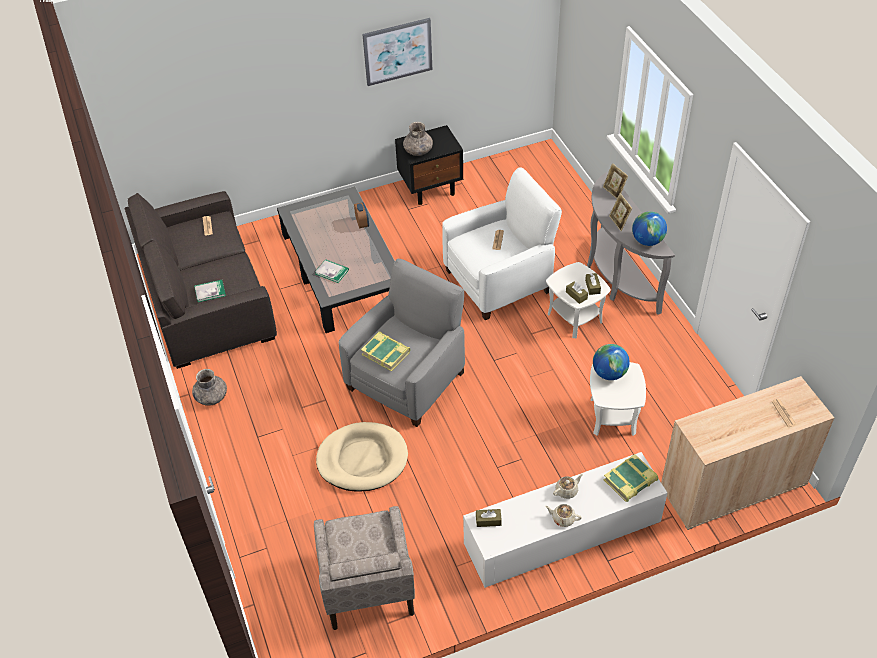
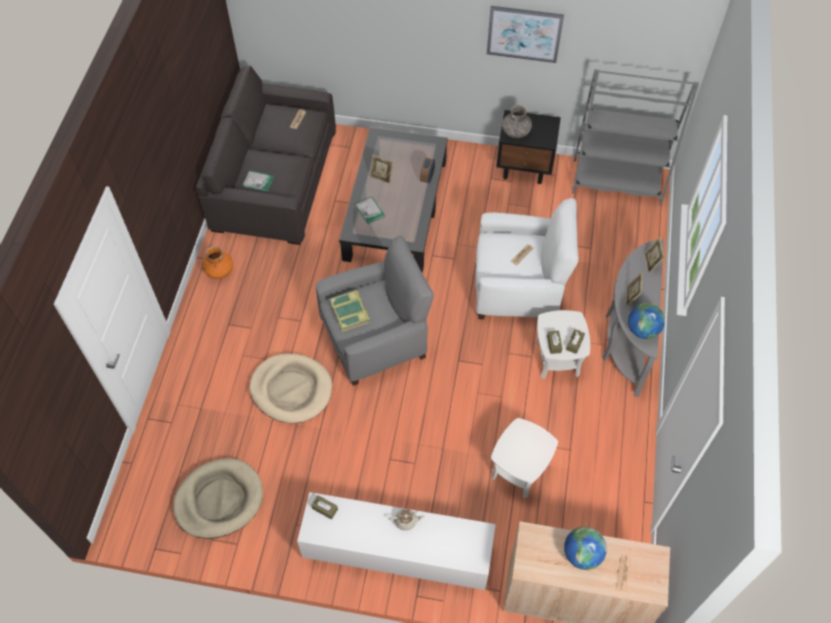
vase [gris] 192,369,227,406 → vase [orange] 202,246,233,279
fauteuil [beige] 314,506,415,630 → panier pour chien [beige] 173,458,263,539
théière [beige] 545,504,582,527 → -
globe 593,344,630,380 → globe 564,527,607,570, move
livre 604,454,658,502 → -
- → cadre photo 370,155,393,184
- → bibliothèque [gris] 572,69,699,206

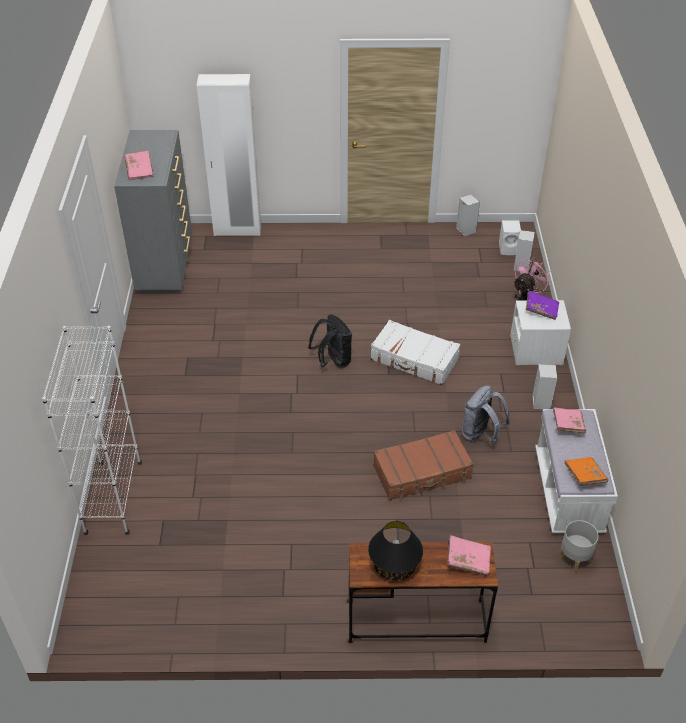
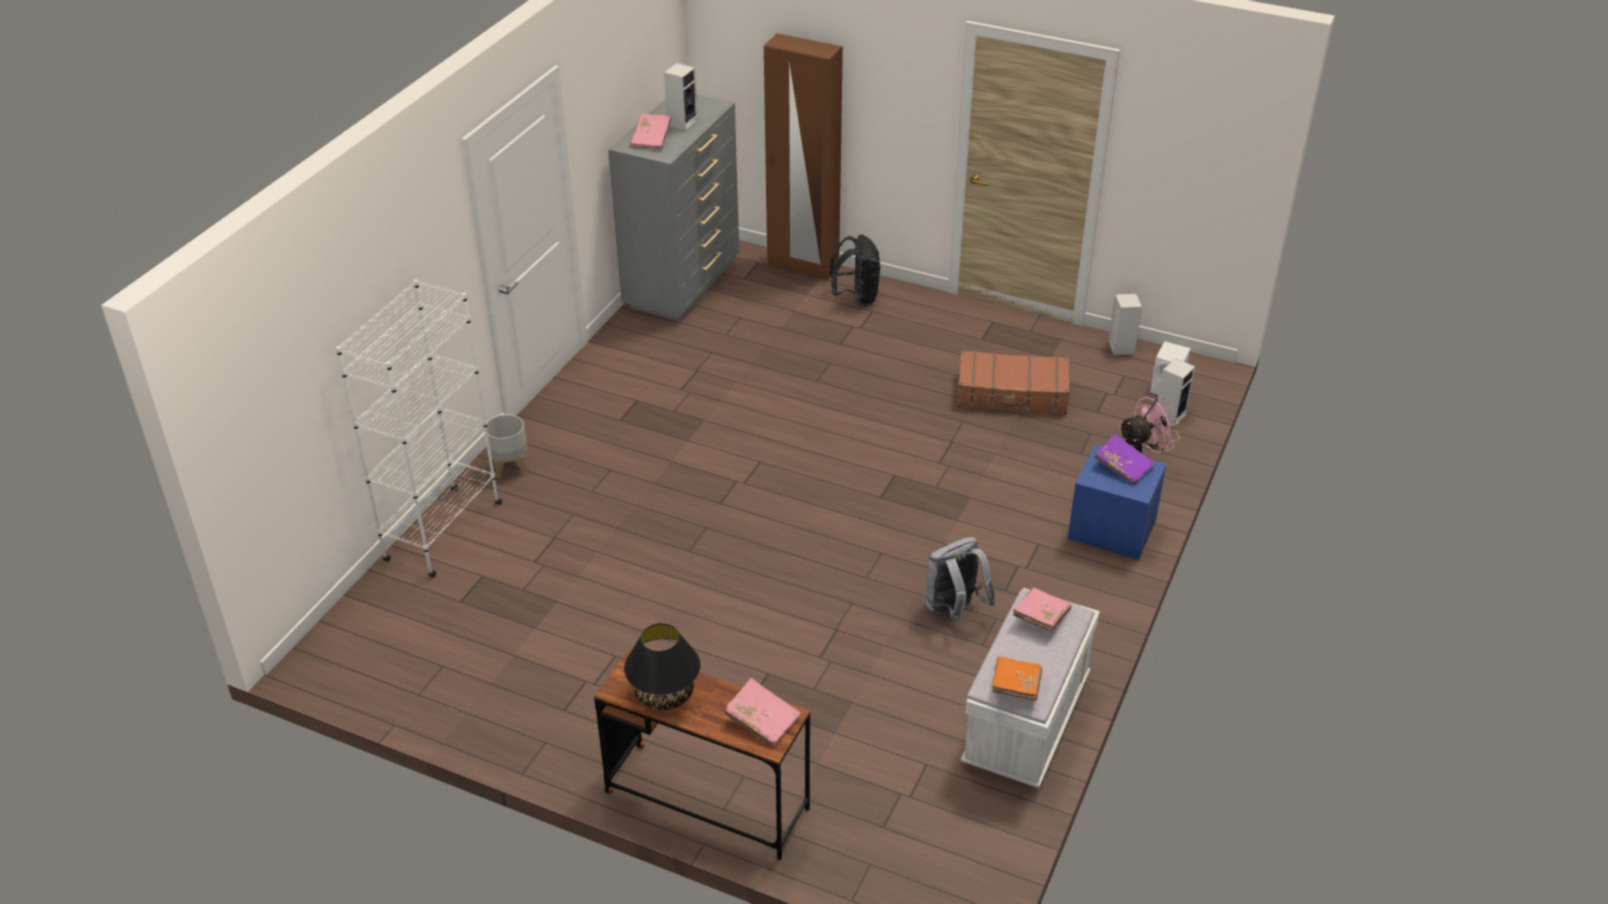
armoire [blanc] 197,74,261,236 → armoire [marron] 764,33,843,280
sac à dos [noir] 308,315,352,368 → sac à dos [noir] 830,235,880,307, move
valise [blanc] 371,320,460,385 → -
valise [marron] 373,430,474,501 → valise [marron] 957,350,1070,415, move
table de chevet [blanc] 510,300,571,366 → table de chevet [bleu] 1068,445,1166,560
enceinte 532,364,557,409 → enceinte 664,63,698,131, move
cache-pot [gris] 558,520,599,573 → cache-pot [gris] 487,414,527,479, move

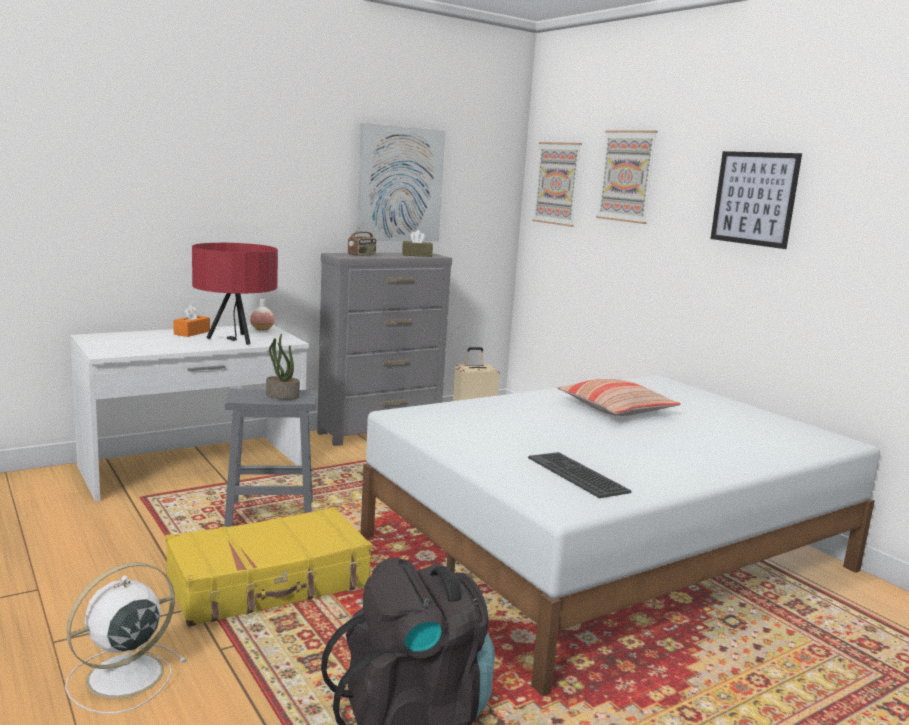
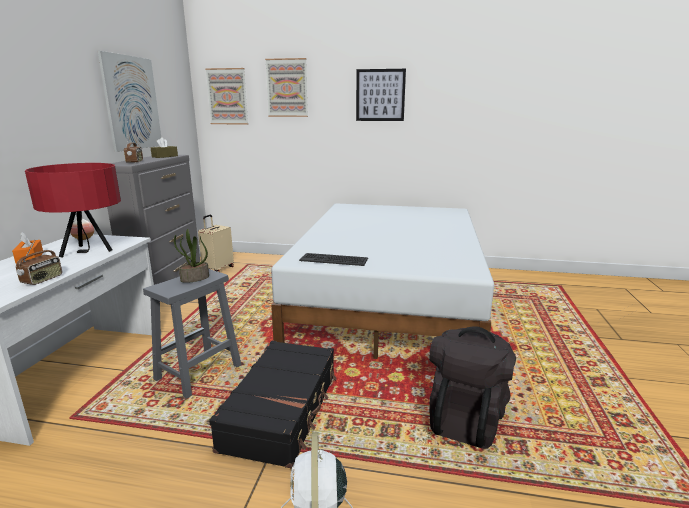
valise [jaune] 165,507,372,627 → valise [noir] 209,341,337,468
clavier 528,452,631,498 → clavier 299,253,368,266, move
coussin 557,379,681,416 → -
- → radio 16,240,62,285

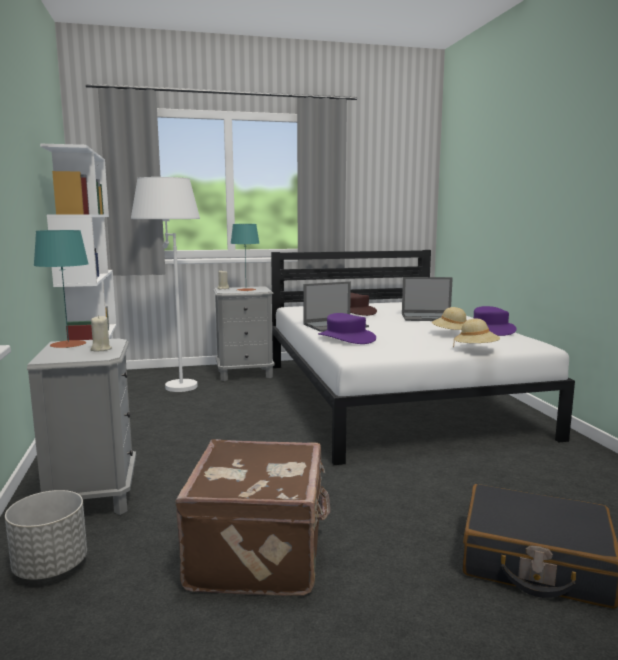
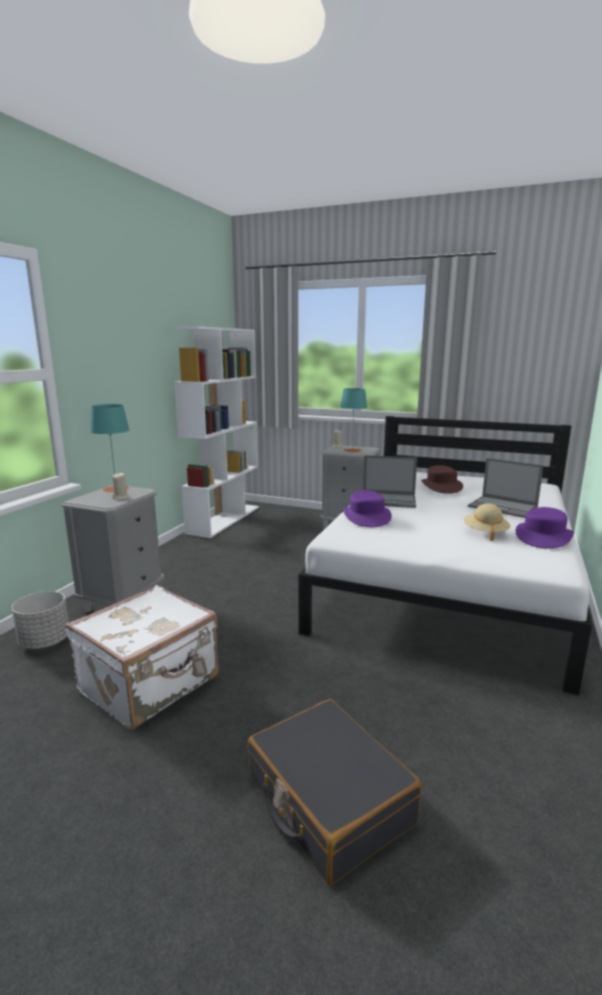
lampadaire [blanc] 131,177,200,392 → -
valise [marron] 175,439,331,596 → valise [blanc] 65,585,219,730
chapeau [beige] 453,319,500,348 → -

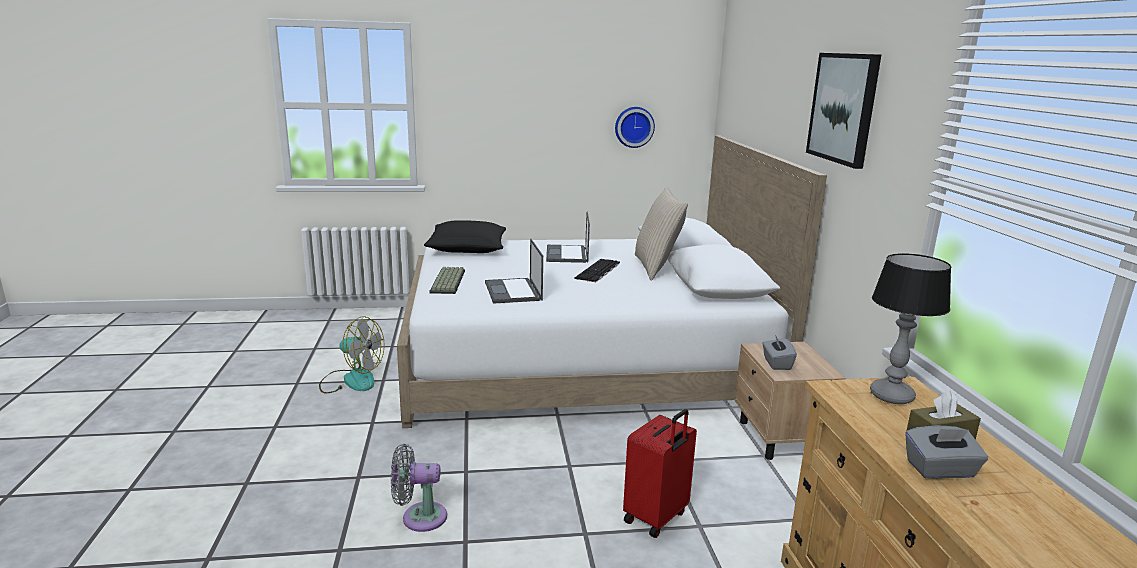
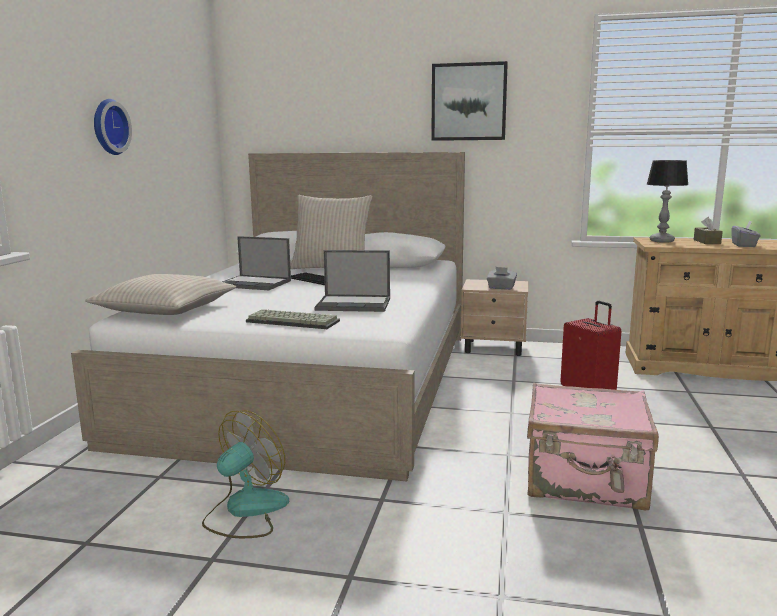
ventilateur [gris] 391,444,447,532 → valise [rose] 527,383,659,510
coussin [noir] 424,220,506,253 → coussin [beige] 85,274,236,315
horloge murale 615,107,655,148 → horloge murale 94,99,132,155, move

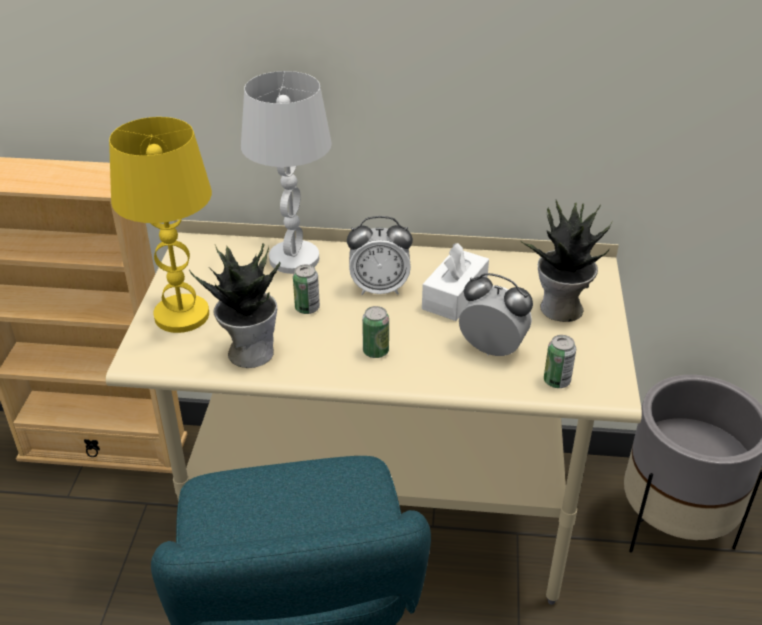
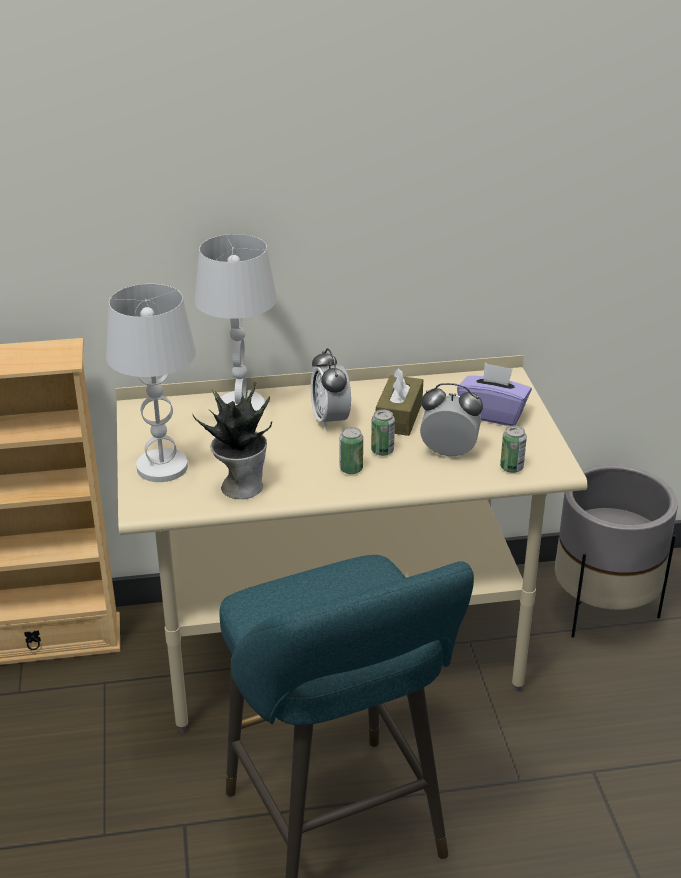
lampe de table [jaune] 109,117,212,333 → lampe de table [blanc] 106,284,196,482
boîte métallique 293,264,320,314 → boîte métallique 371,409,395,456, move
réveil 347,216,413,295 → réveil 311,348,351,430, 90 degrees clockwise
boîte à mouchoirs [blanc] 422,243,489,321 → boîte à mouchoirs [marron] 376,368,423,436
plante en pot 520,200,611,322 → boîte à mouchoirs [violet] 457,363,532,426

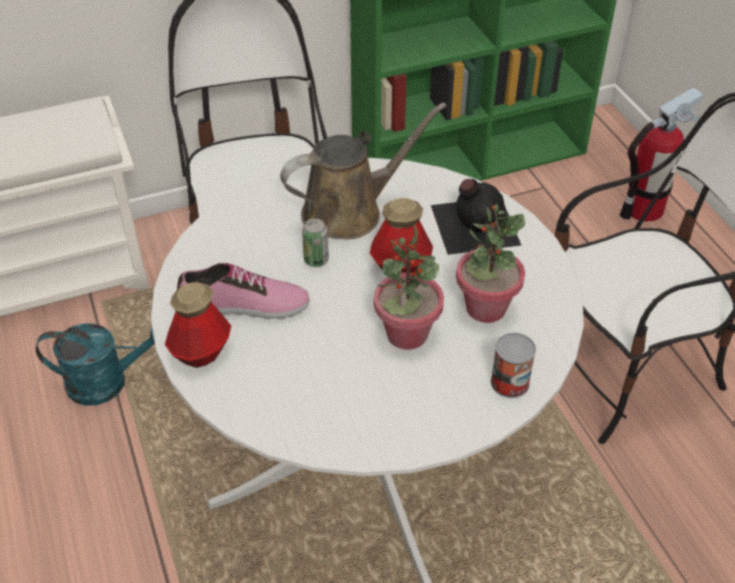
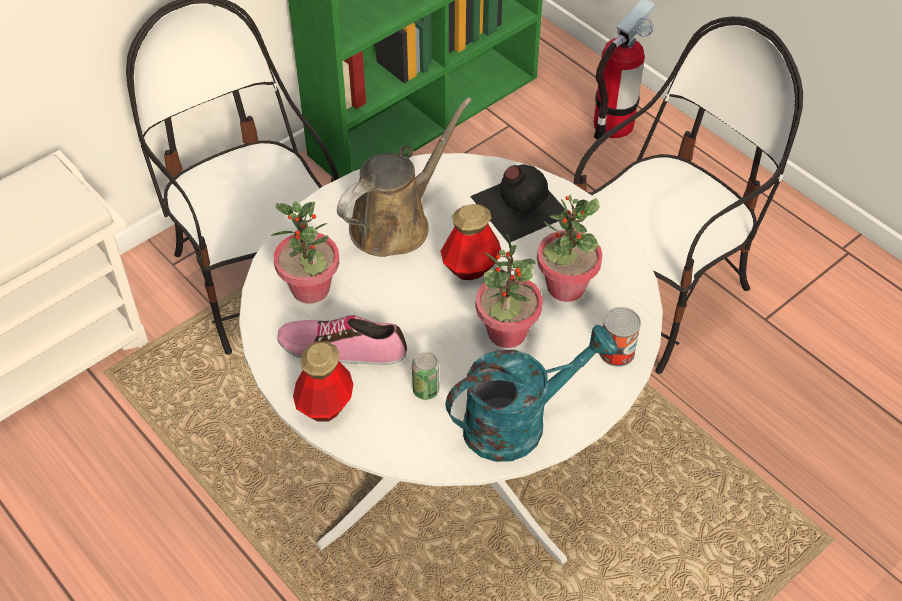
arrosoir [turquoise] 36,323,155,406 → arrosoir [turquoise] 446,325,618,462, move
chaussure 177,263,310,319 → chaussure 278,315,407,365, 150 degrees counterclockwise
boîte métallique 302,218,329,267 → boîte métallique 412,352,439,400, move
- → plante en pot 270,201,339,304

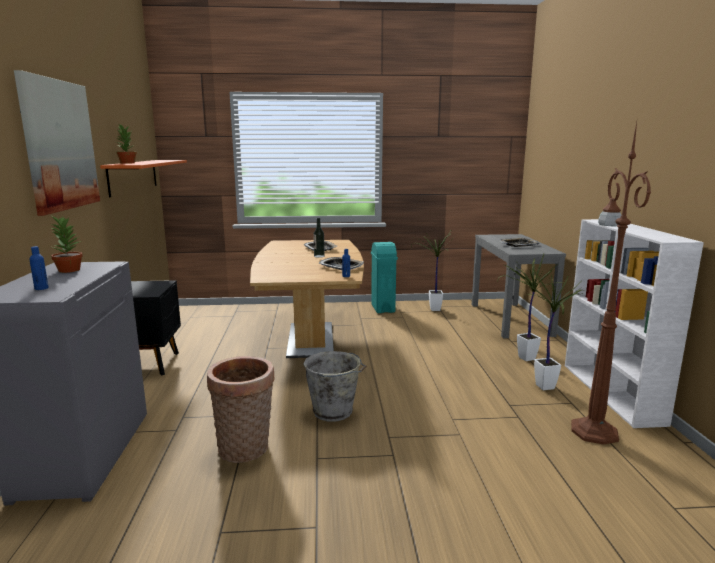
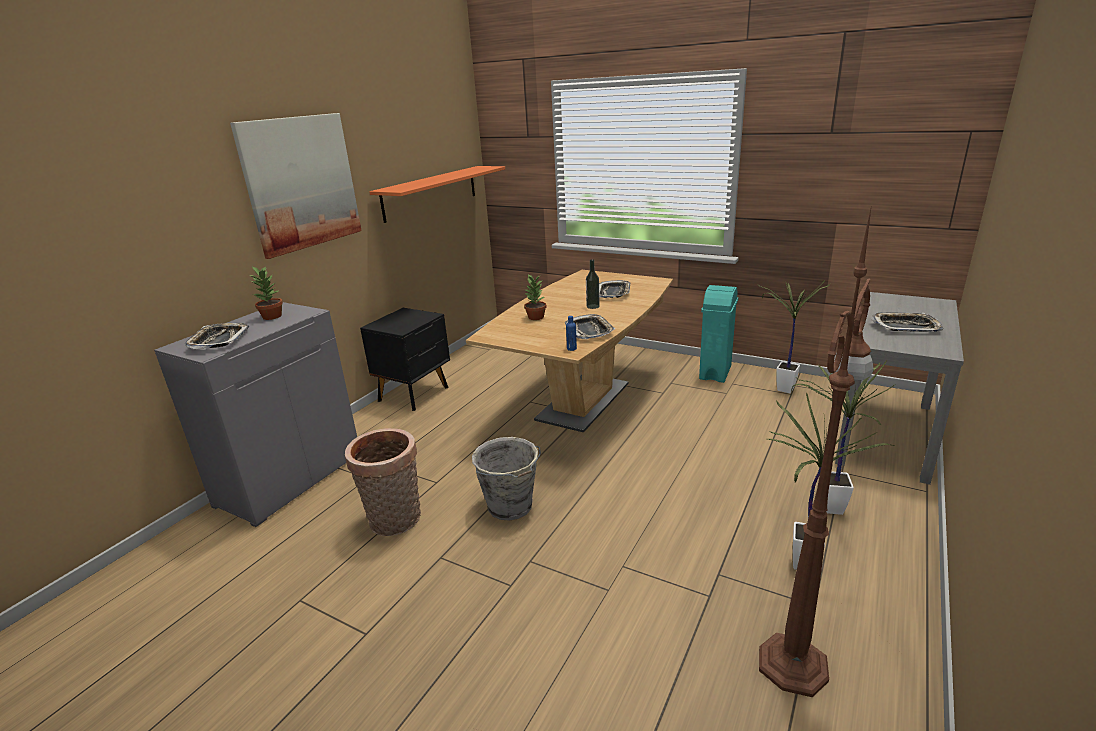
bouteille [bleu] 29,246,49,290 → plateau 185,323,249,350
plante en pot 116,124,137,164 → plante en pot 524,274,546,320, move
bibliothèque [blanc] 565,219,704,428 → -

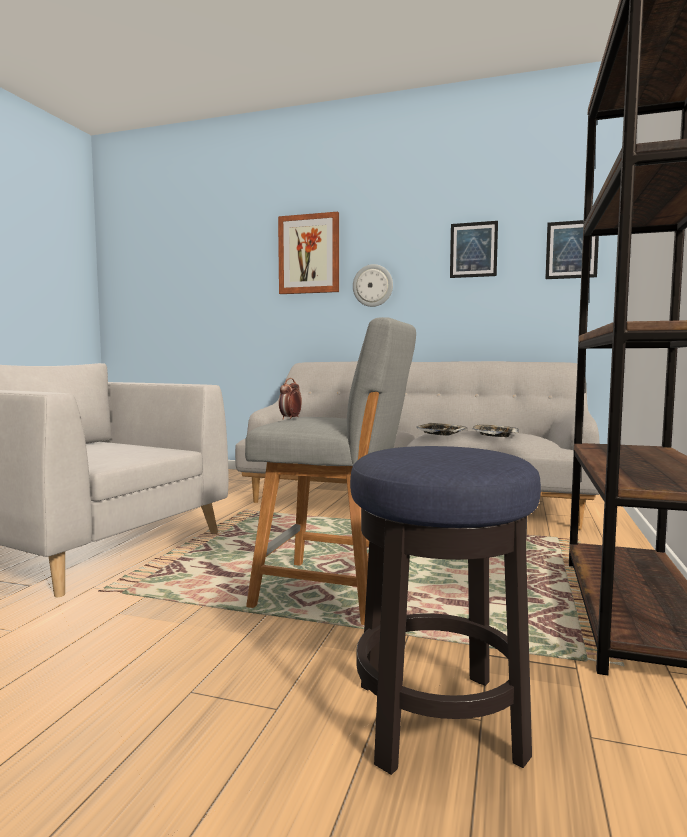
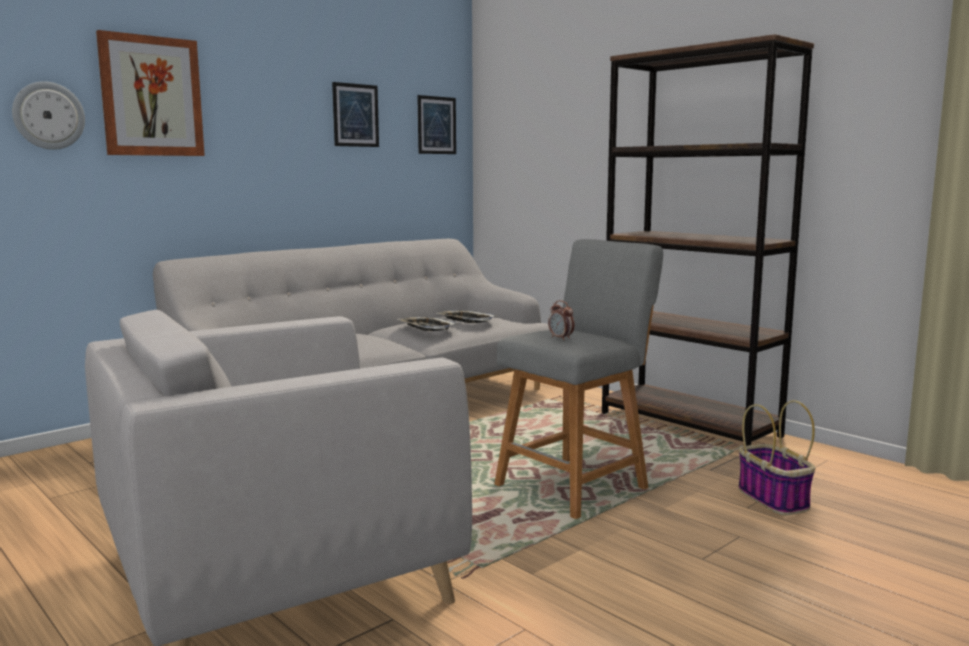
tabouret 350,446,541,775 → panier 738,400,816,515
horloge murale 353,264,393,307 → horloge murale 12,81,85,150, move

